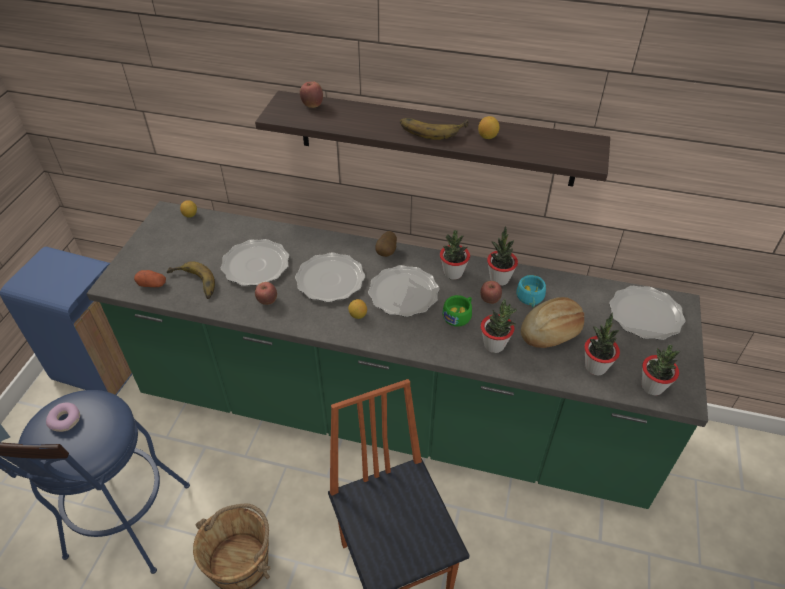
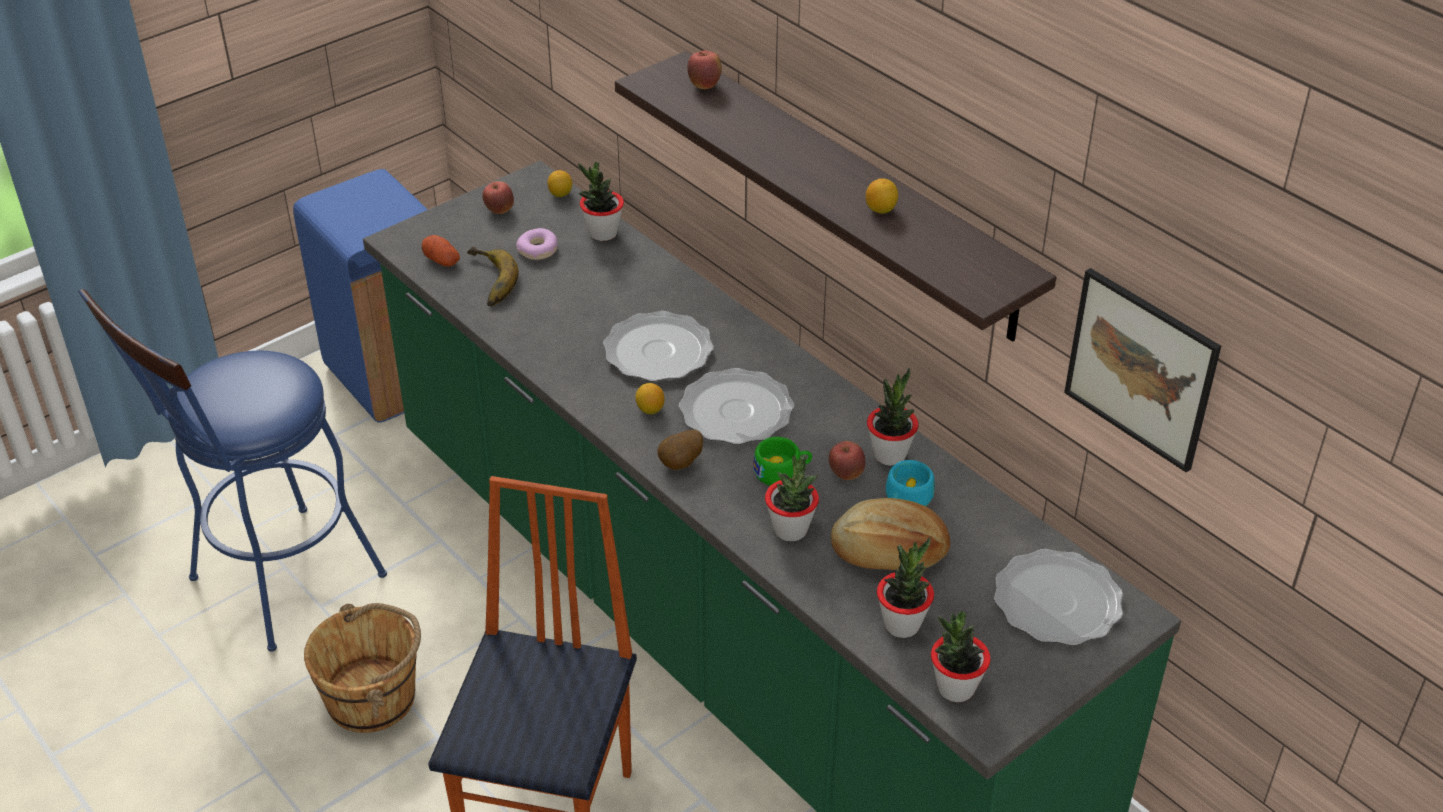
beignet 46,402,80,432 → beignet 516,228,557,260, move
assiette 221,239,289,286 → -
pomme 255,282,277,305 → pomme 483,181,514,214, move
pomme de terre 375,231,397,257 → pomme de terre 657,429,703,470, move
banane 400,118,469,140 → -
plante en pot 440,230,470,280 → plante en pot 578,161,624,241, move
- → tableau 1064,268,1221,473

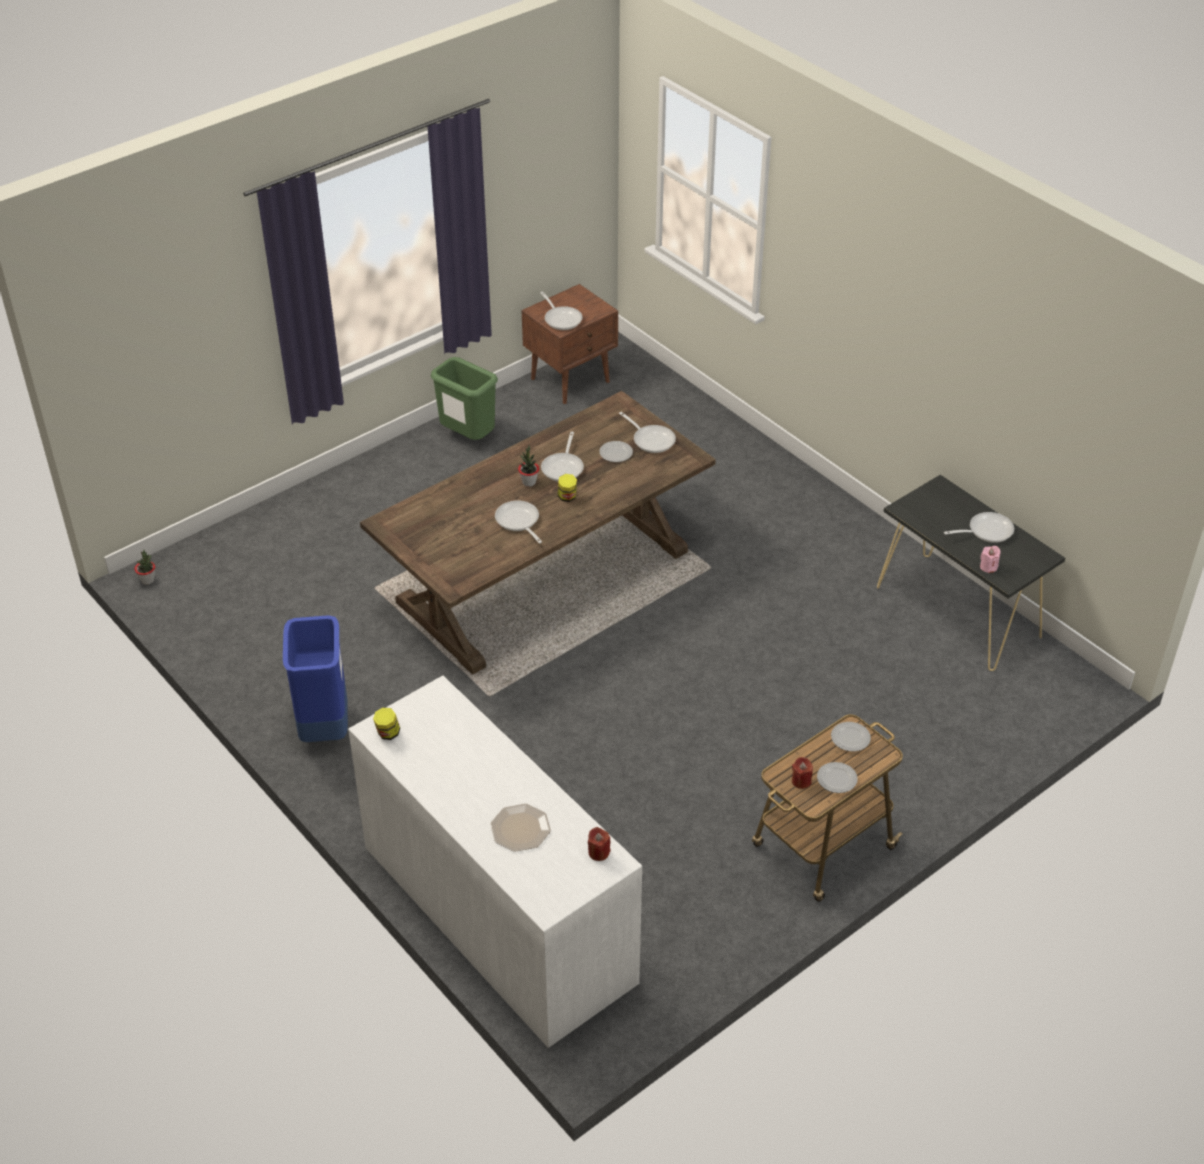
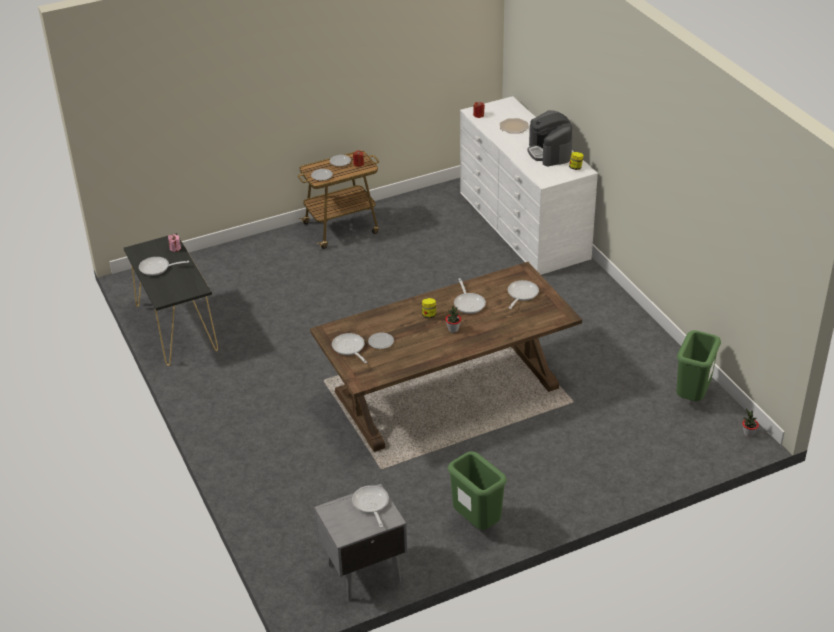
poubelle [bleu] 283,615,348,742 → -
table de chevet [marron] 521,284,618,404 → table de chevet [gris] 314,484,407,602
poêle 541,432,584,482 → poêle 508,280,539,309, move
- → machine à café 527,110,572,166
- → poubelle [vert] 676,330,721,401

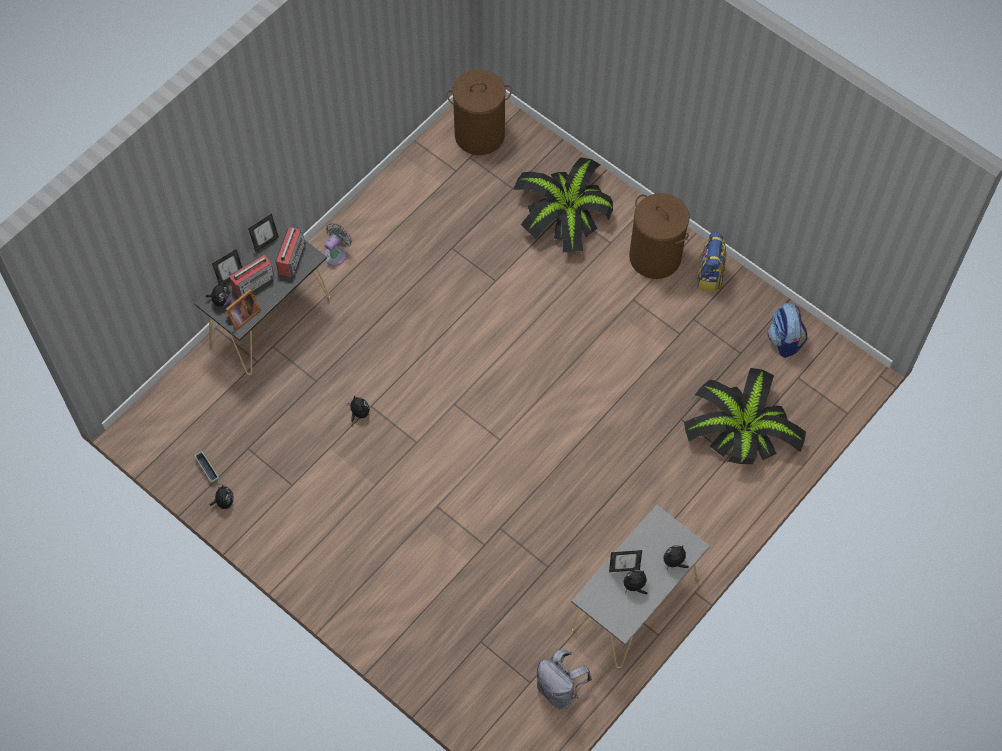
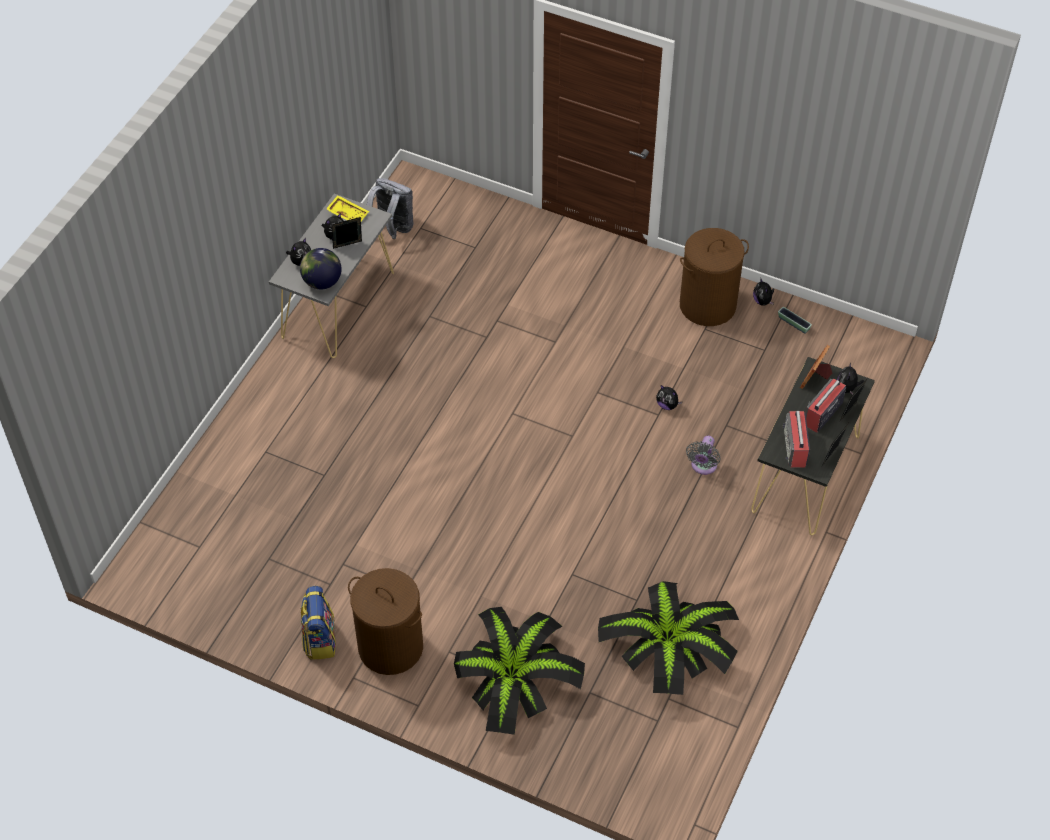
ventilateur [gris] 324,223,352,266 → ventilateur [gris] 686,436,721,475, move
panier à linge [marron] 447,70,512,155 → panier à linge [marron] 680,228,749,326, move
plante en pot 684,368,806,464 → plante en pot 598,581,739,695, move
sac à dos 767,303,808,358 → -
- → globe 300,248,342,289
- → plateau [jaune] 326,195,369,221

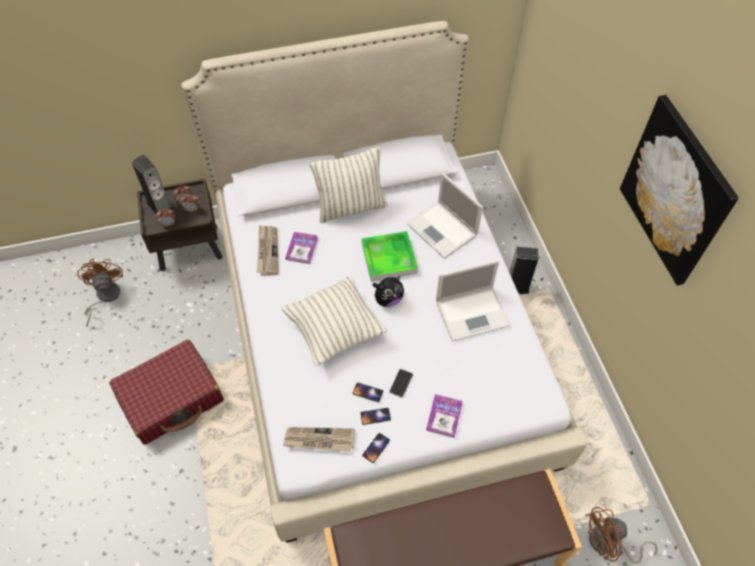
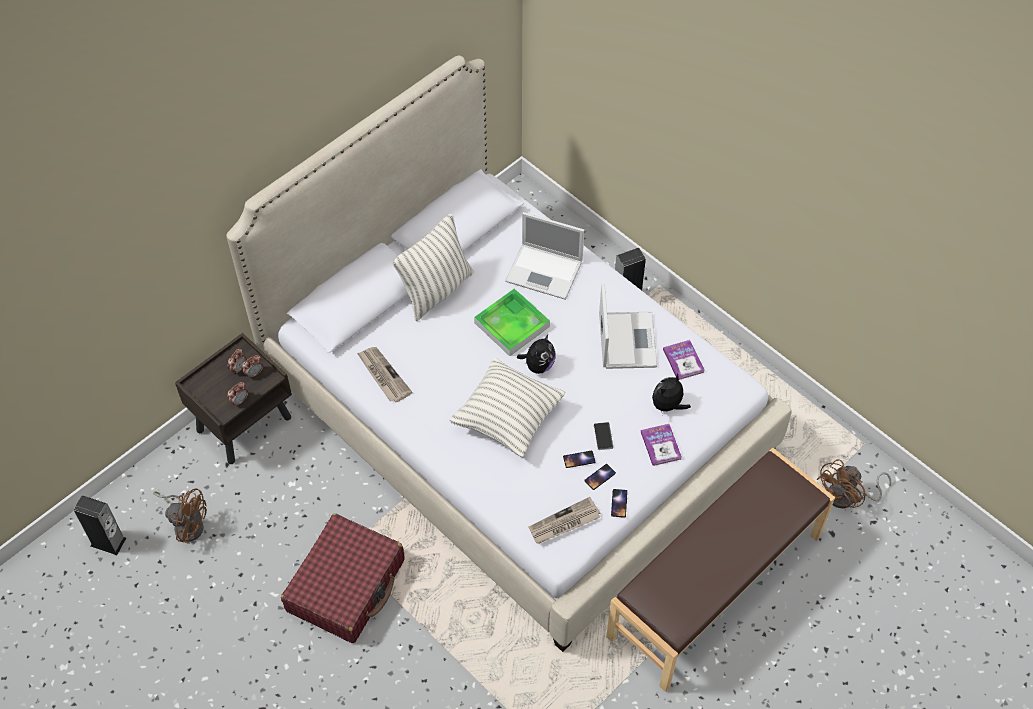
ventilateur [marron] 77,258,123,327 → ventilateur [marron] 153,488,207,544, 150 degrees clockwise
enceinte 131,155,173,214 → enceinte 74,495,126,555, move
livre 285,232,318,264 → livre 663,340,705,380, move
ordinateur portable 436,260,510,342 → ordinateur portable 599,283,657,369, 45 degrees counterclockwise
tableau 620,95,739,286 → -
- → peluche 652,373,691,411

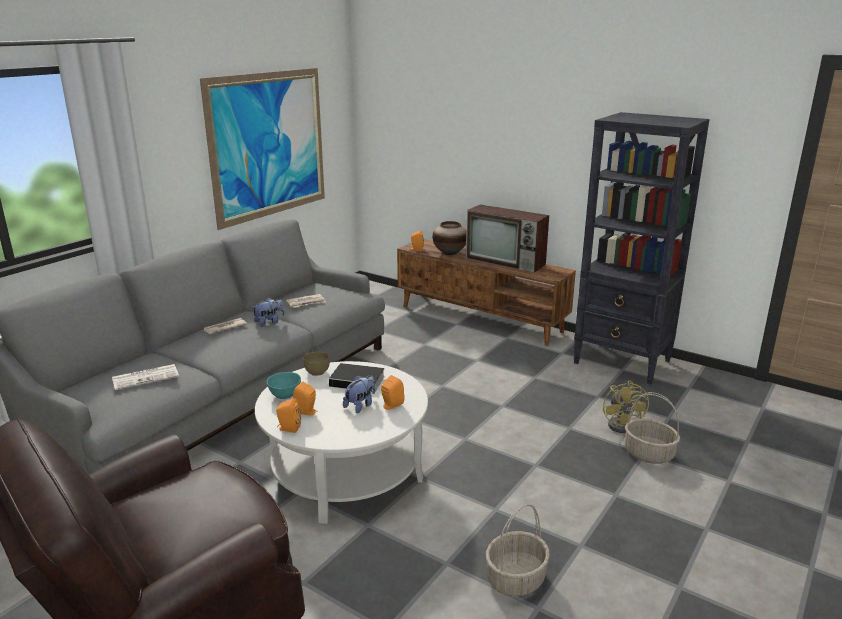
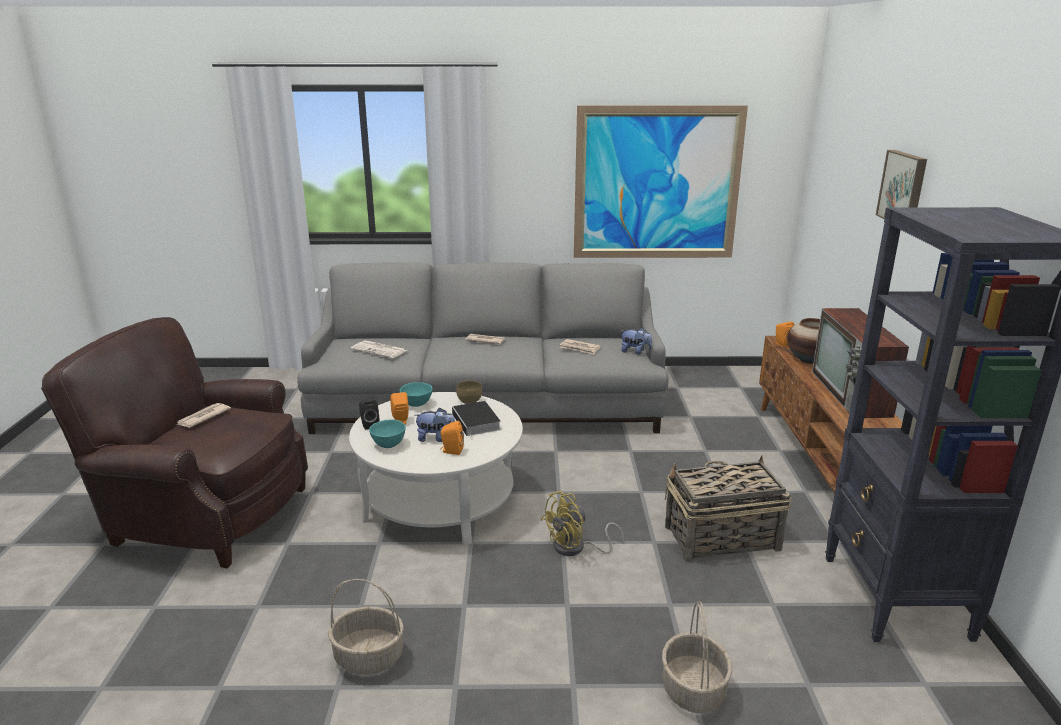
peluche 252,298,285,327 → peluche 621,328,652,355, move
enceinte [orange] 276,398,301,433 → enceinte [noir] 359,399,379,430
ventilateur [jaune] 603,380,649,433 → ventilateur [jaune] 541,491,624,556, move
- → journal 176,403,231,428
- → bol [turquoise] 369,420,406,448
- → panier 665,455,792,562
- → tableau 876,150,927,219

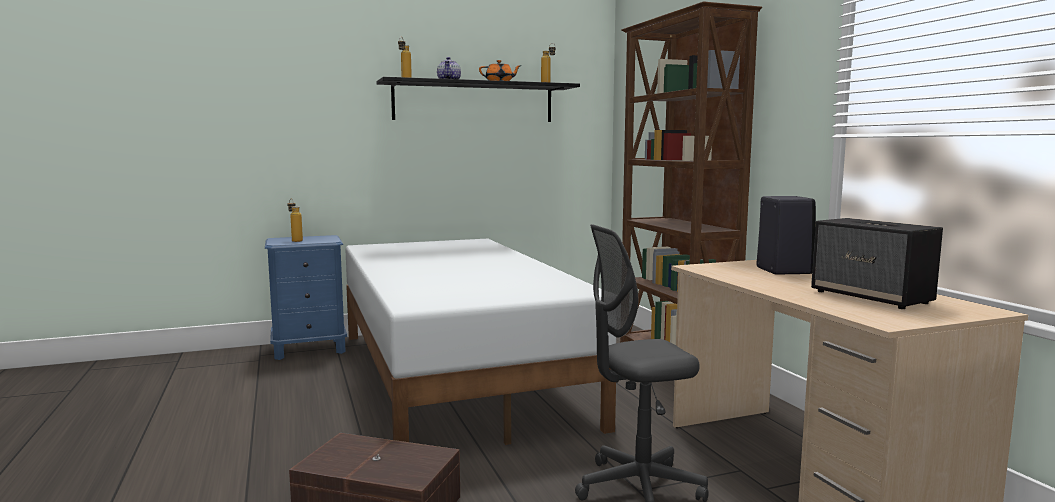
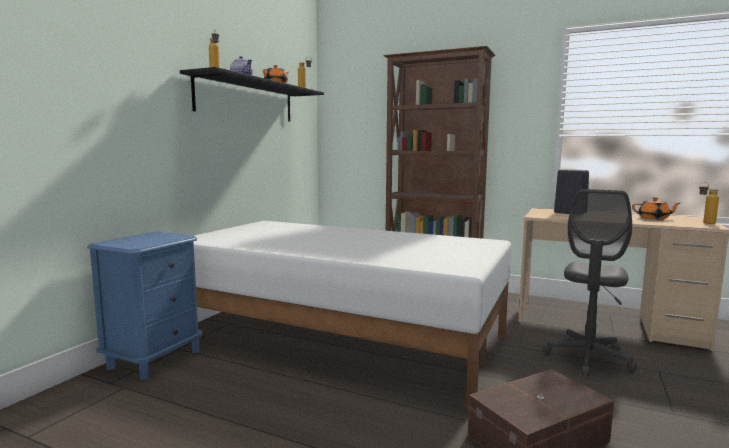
bouteille 287,200,303,242 → bouteille 699,182,719,224, move
enceinte 811,218,943,309 → théière [orange] 632,197,680,220

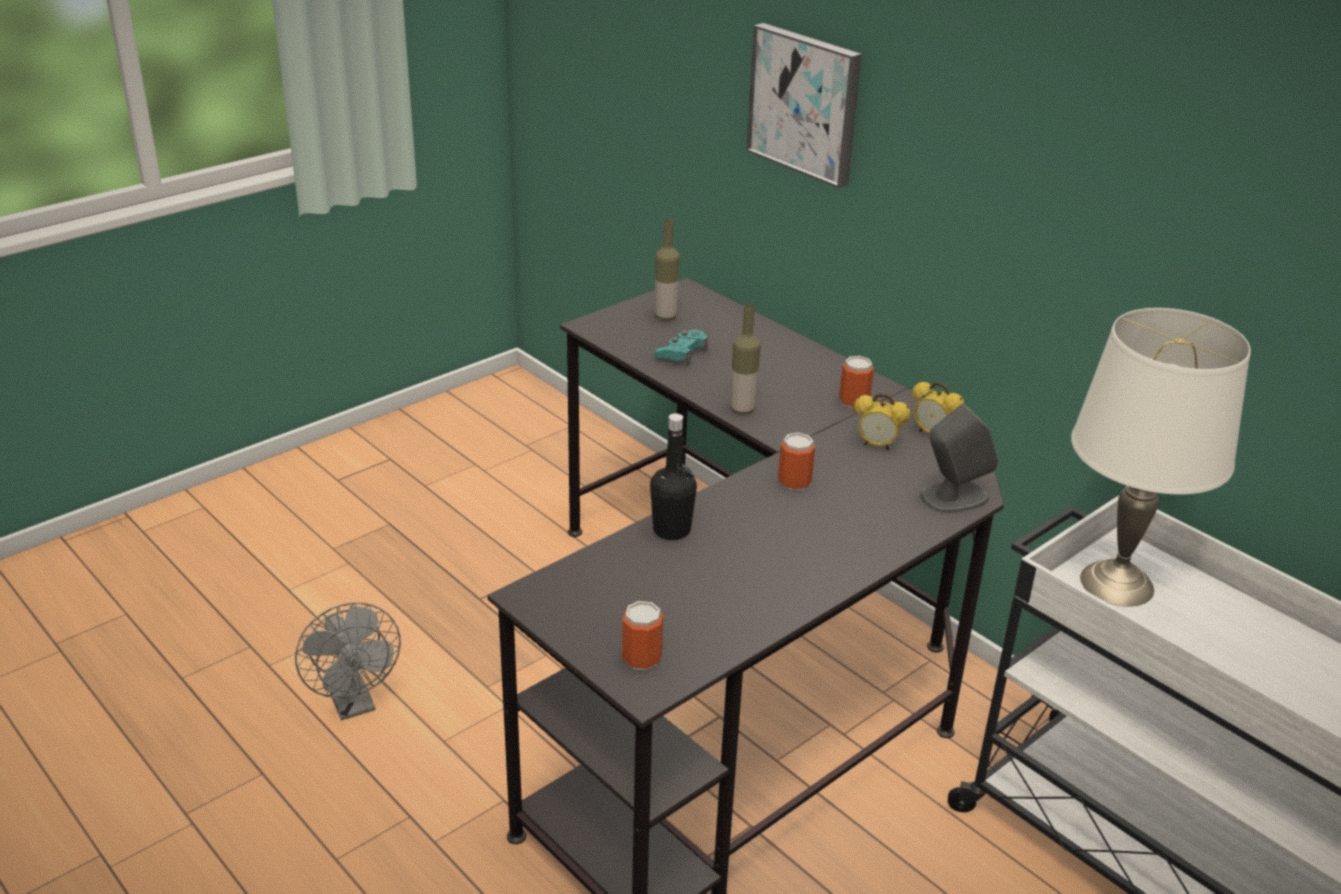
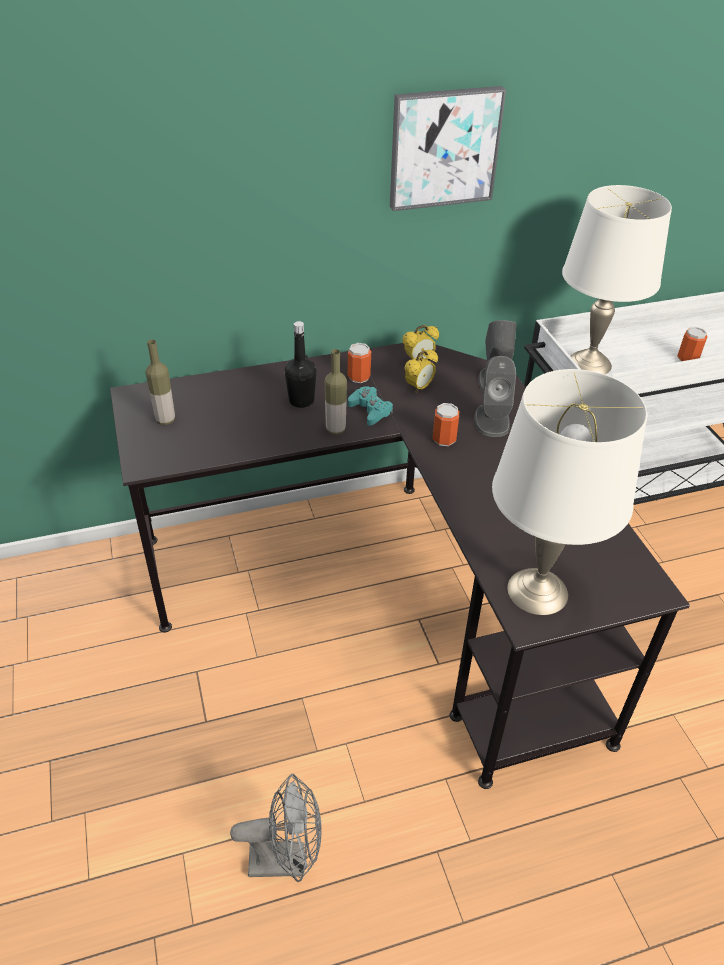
boîte métallique 622,601,663,670 → boîte métallique 677,327,708,361, move
bouteille [noir] 650,413,697,540 → bouteille [noir] 285,321,316,408, move
manette [turquoise] 655,329,708,366 → manette [turquoise] 348,386,393,426, move
tableau 746,23,862,188 → tableau 390,86,506,211, move
- → enceinte [gris] 475,356,516,437
- → lampe de table [blanc] 492,369,647,615

